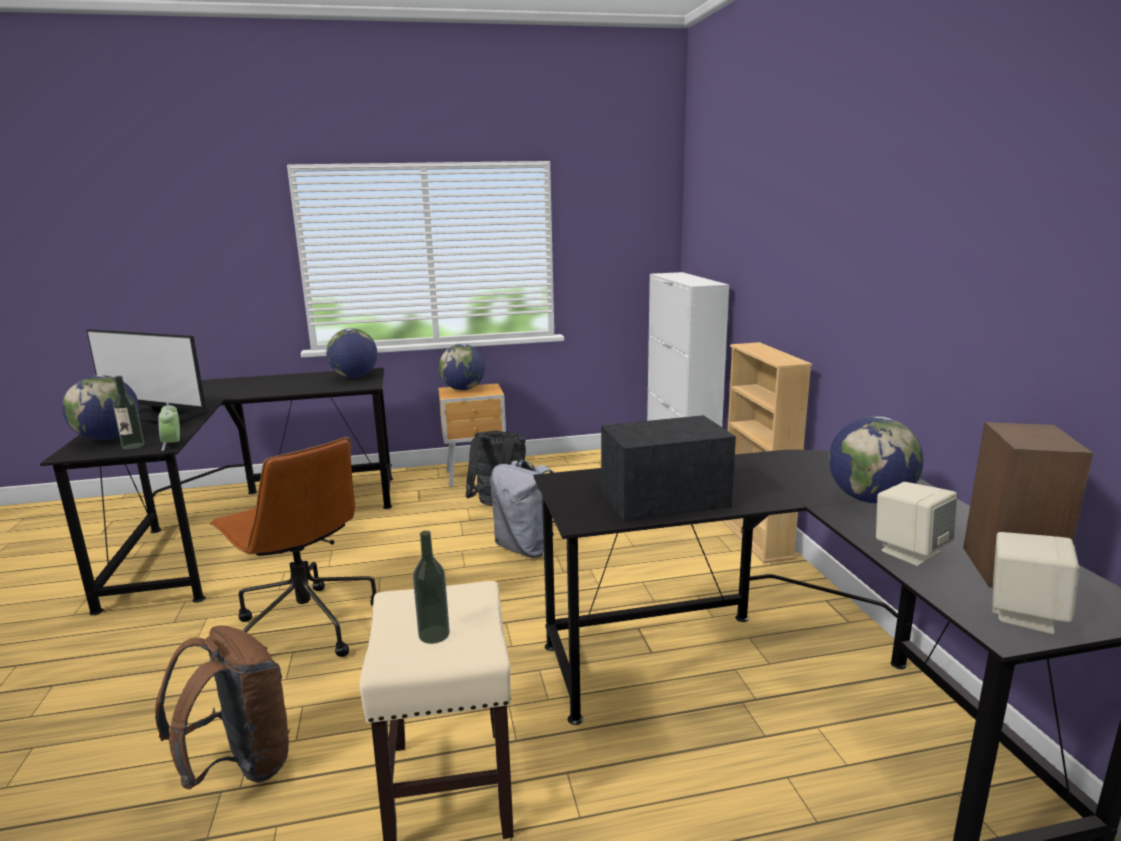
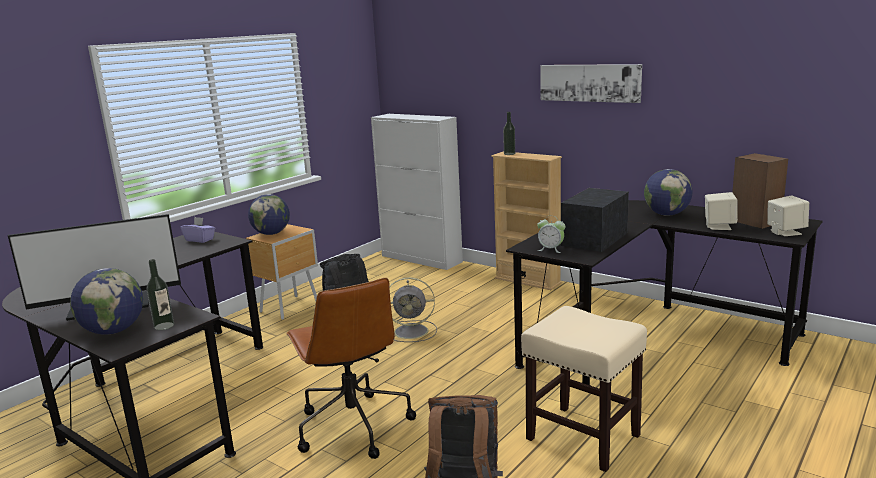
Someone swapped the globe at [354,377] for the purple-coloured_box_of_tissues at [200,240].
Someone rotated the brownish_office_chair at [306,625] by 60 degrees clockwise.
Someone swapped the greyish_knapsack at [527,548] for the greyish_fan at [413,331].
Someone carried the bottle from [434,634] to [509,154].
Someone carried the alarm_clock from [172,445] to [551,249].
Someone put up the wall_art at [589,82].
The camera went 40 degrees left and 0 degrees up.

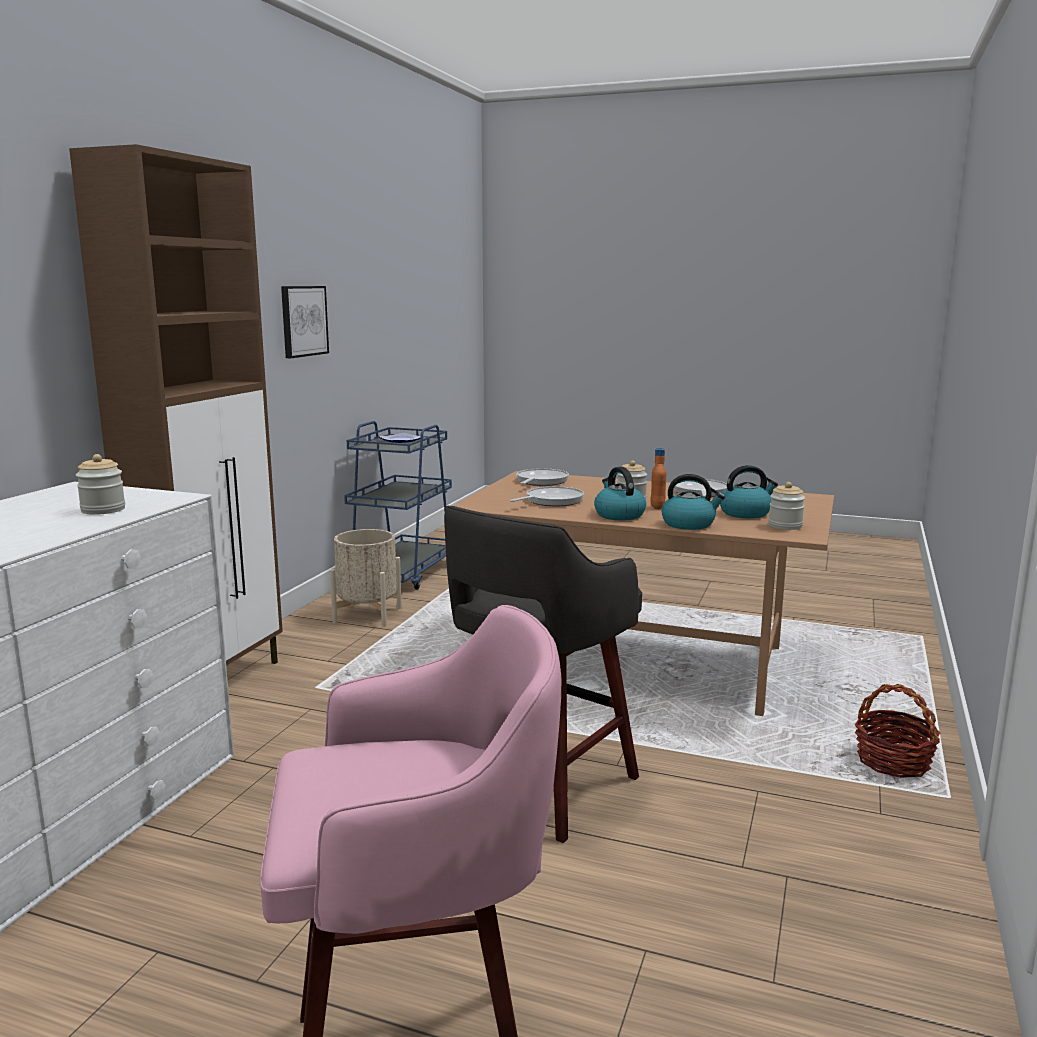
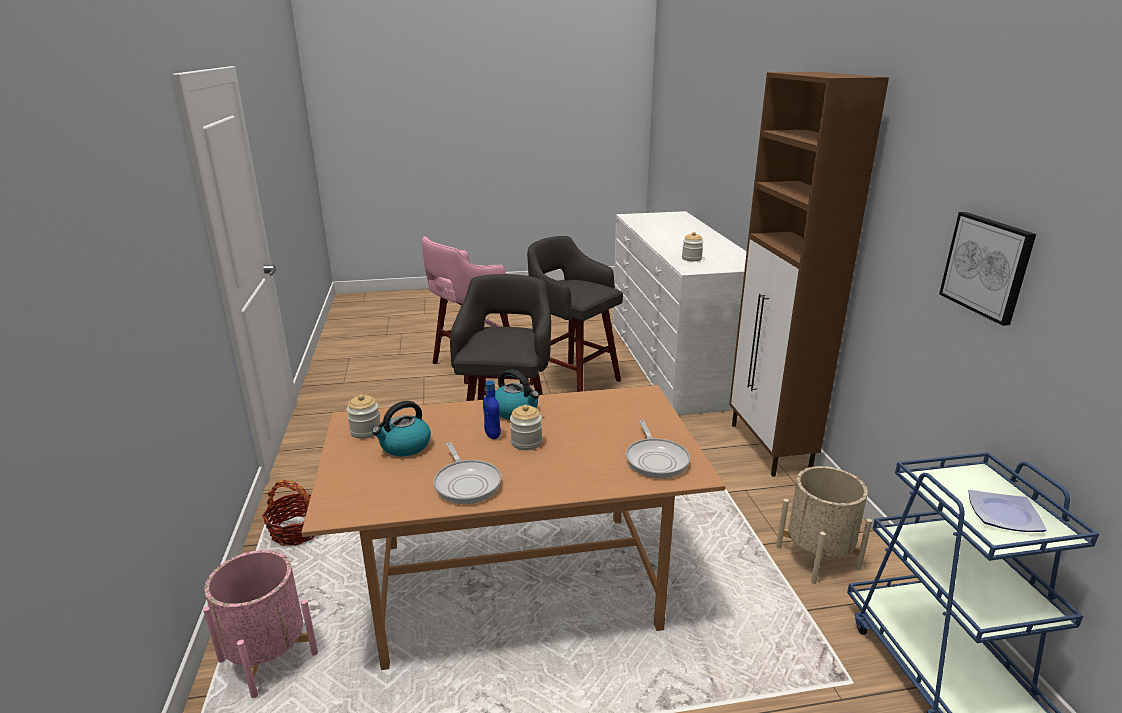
Someone put down the pinkish_planter at [268,657].
Someone repainted the orange_bottle at [657,507], which became the blue-coloured_bottle at [492,435].
Someone put down the greyish_stool at [572,381].
Someone took away the skillet at [551,501].
Someone took away the tea_kettle at [689,524].
The camera went 150 degrees right and 10 degrees up.

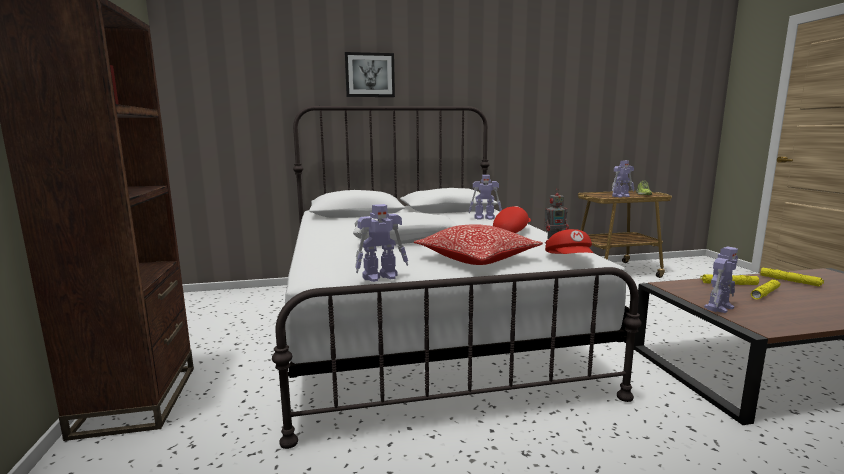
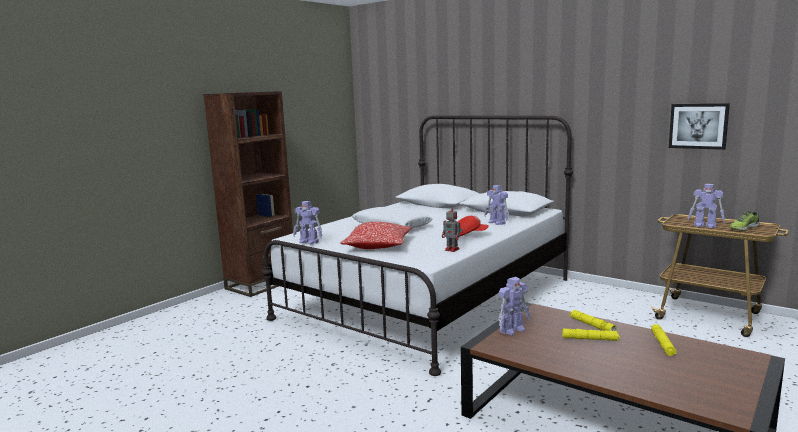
Someone rotated the toy_robot at [719,307] by 45 degrees counterclockwise.
Someone carried the wall_art from [370,75] to [698,126].
Someone took away the red_cap at [570,259].
The camera went 50 degrees right and 0 degrees up.

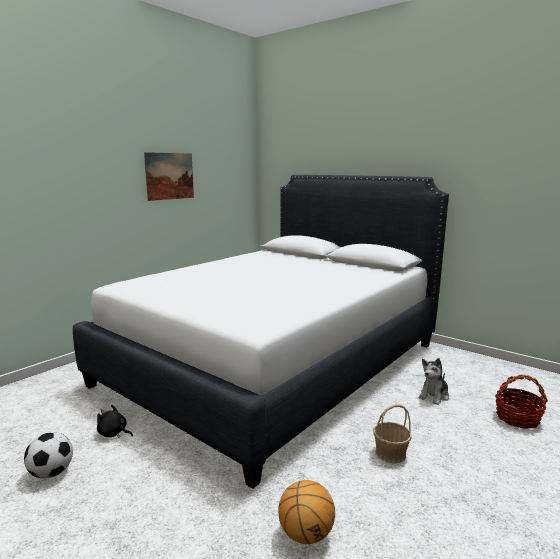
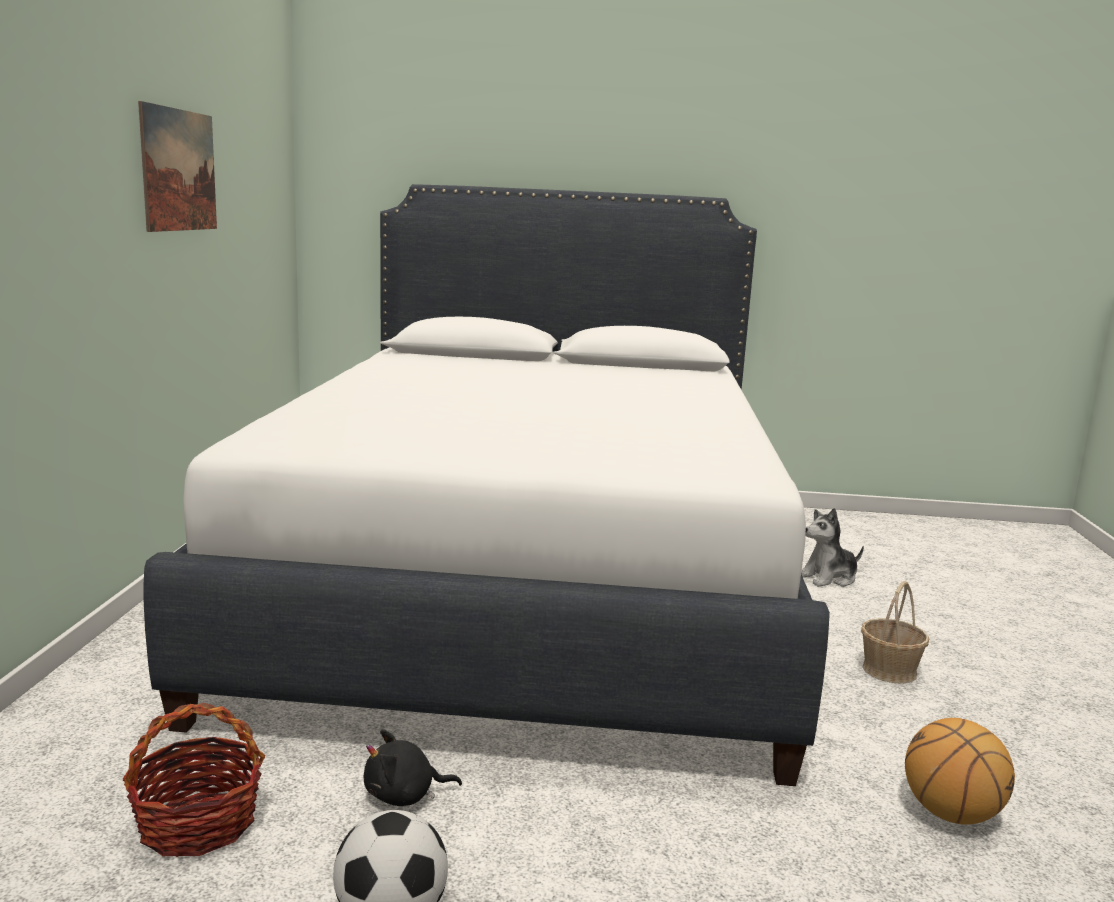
Someone carried the household_basket from [517,418] to [197,824].
Someone rotated the cuddly_toy at [434,396] by 60 degrees clockwise.
The camera went 35 degrees left and 0 degrees up.

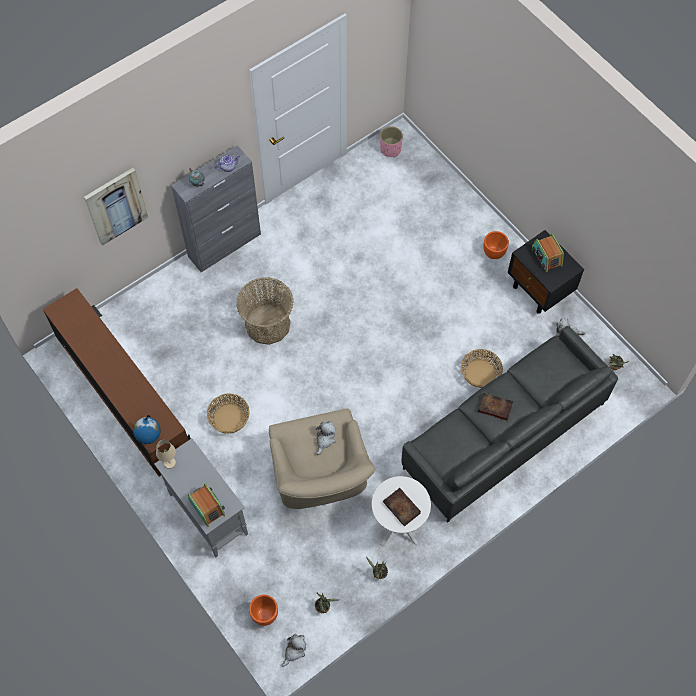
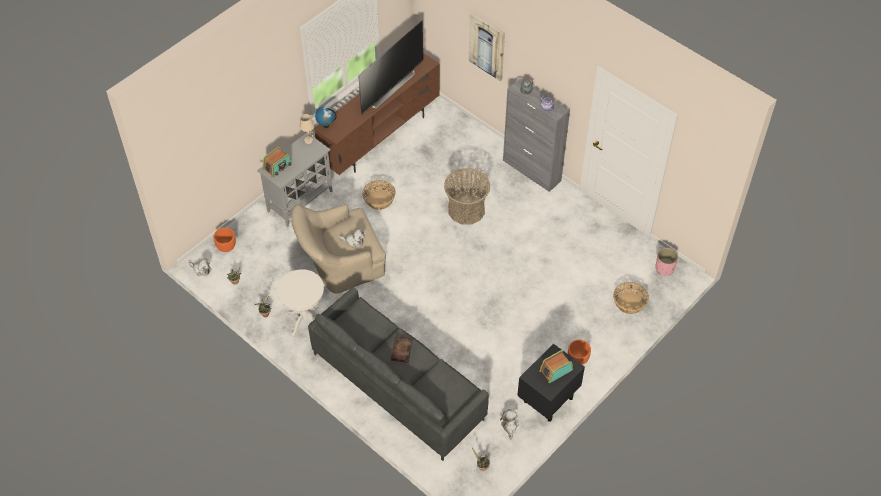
Someone put down the TV at [389,87].
Someone carried the household_basket from [480,374] to [629,303].
Someone took away the volume at [402,508].
The camera went 80 degrees right and 10 degrees down.

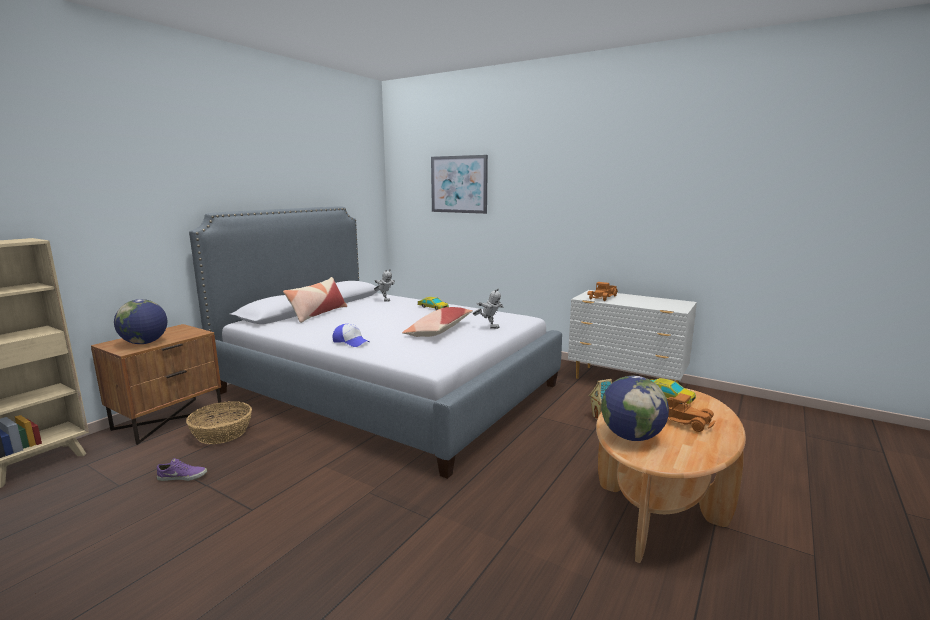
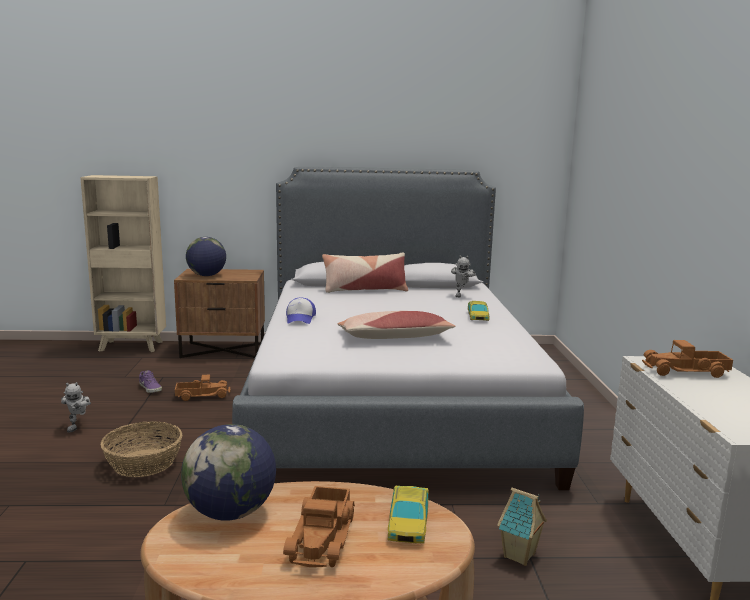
Someone carried the toy_robot from [488,327] to [79,426].
Someone carried the household_basket from [222,433] to [144,462].
Someone put down the model_truck at [202,395].
Someone took away the wall_art at [459,184].
The camera went 55 degrees right and 0 degrees up.

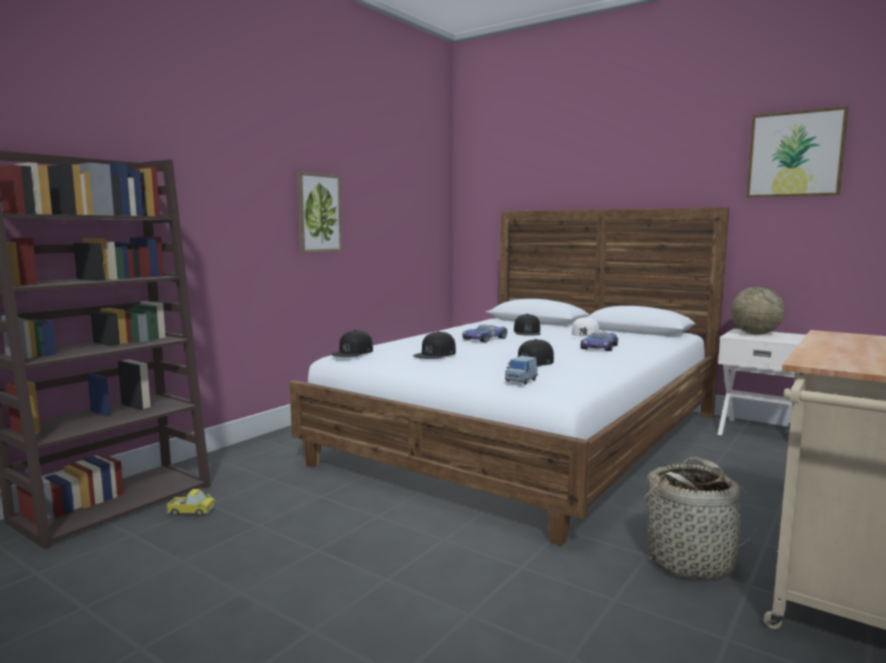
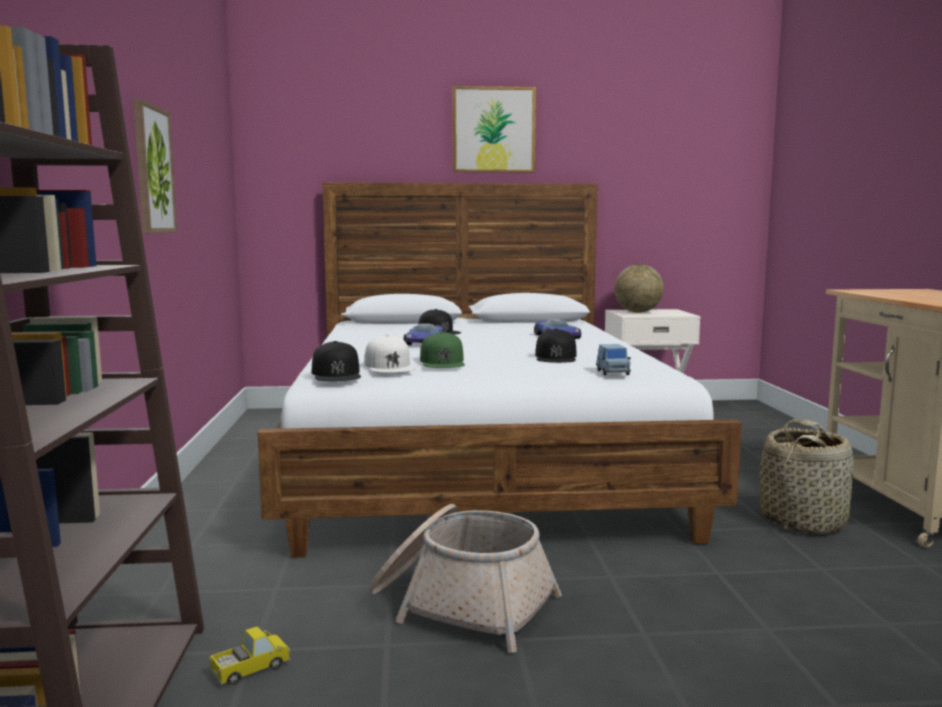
Someone carried the white_cap from [584,335] to [389,366].
Someone put down the household_basket at [461,604].
Someone repainted the black_cap at [435,354], which became the green-coloured_cap at [442,362].
Someone carried the wall_art from [795,154] to [493,130].
The camera went 40 degrees left and 0 degrees up.

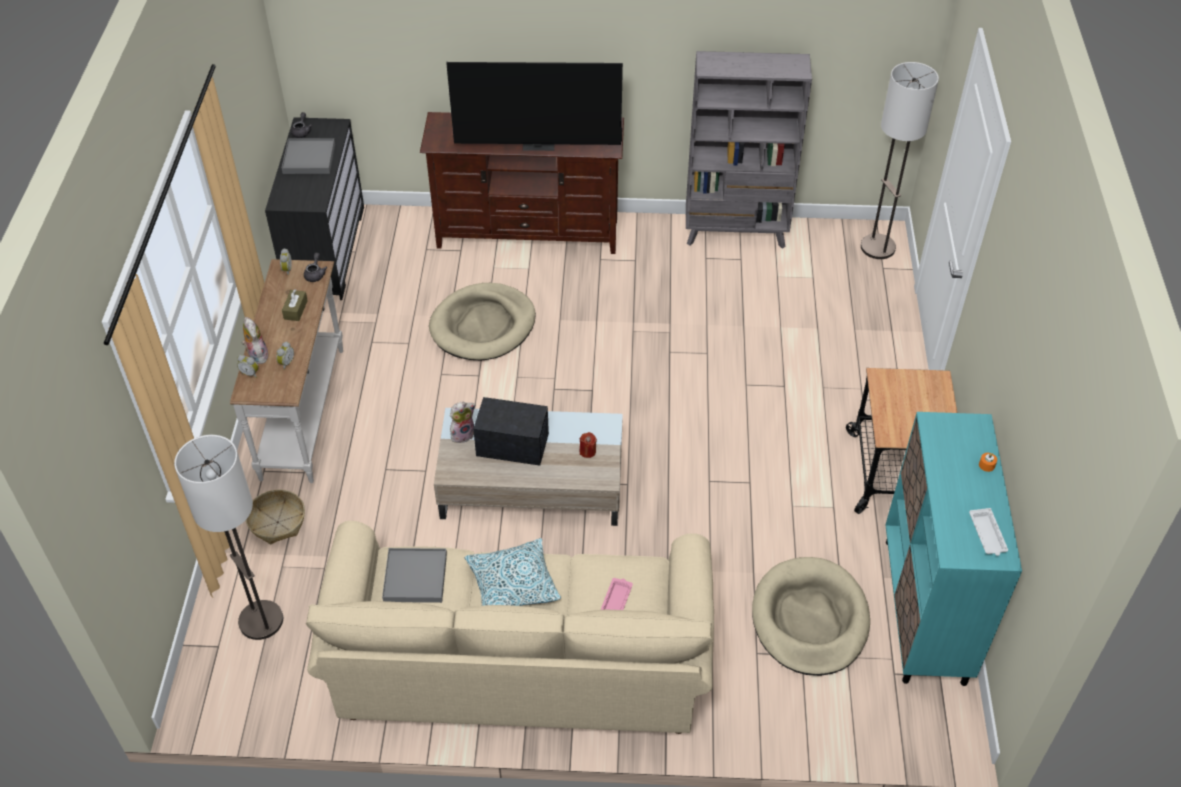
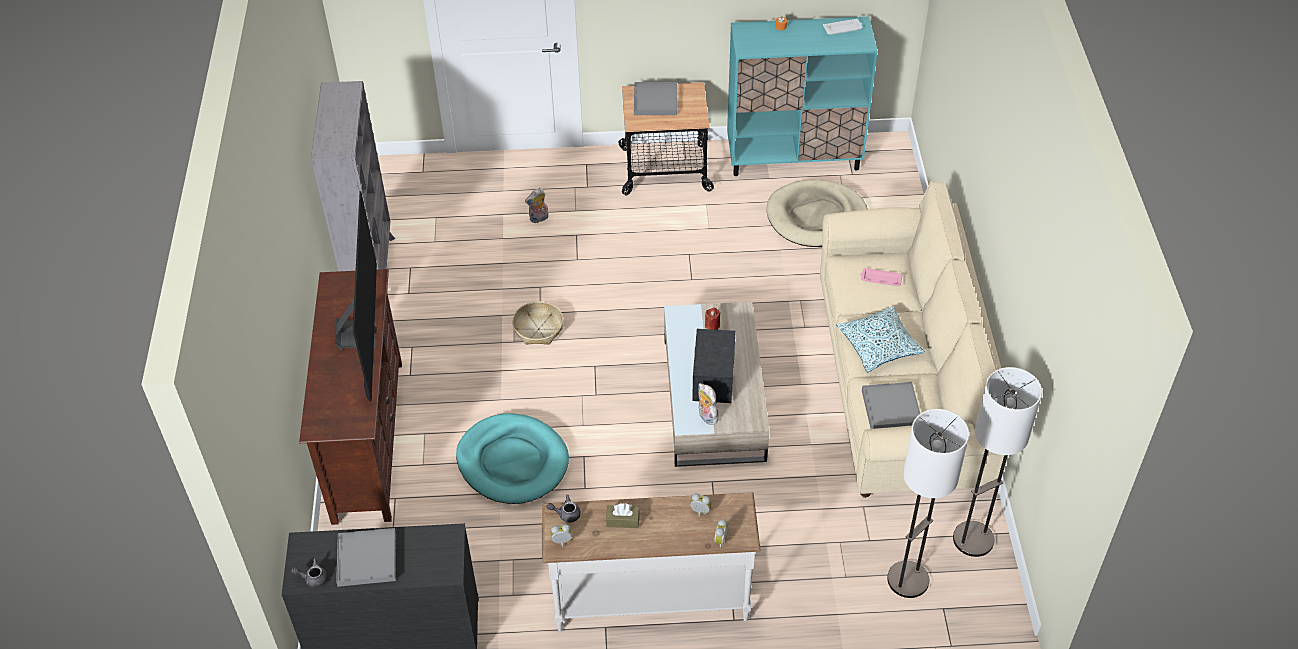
Someone repainted the sand-coloured_pet_bed at [483,325], which became the blue-green_pet_bed at [513,462].
Someone carried the household_basket from [277,522] to [538,329].
Someone carried the cuddly_toy from [256,355] to [539,219].
Someone put down the greyish_serving_tray at [655,101].
Someone carried the standing_lamp from [878,247] to [973,539].
The camera went 95 degrees left and 0 degrees up.

